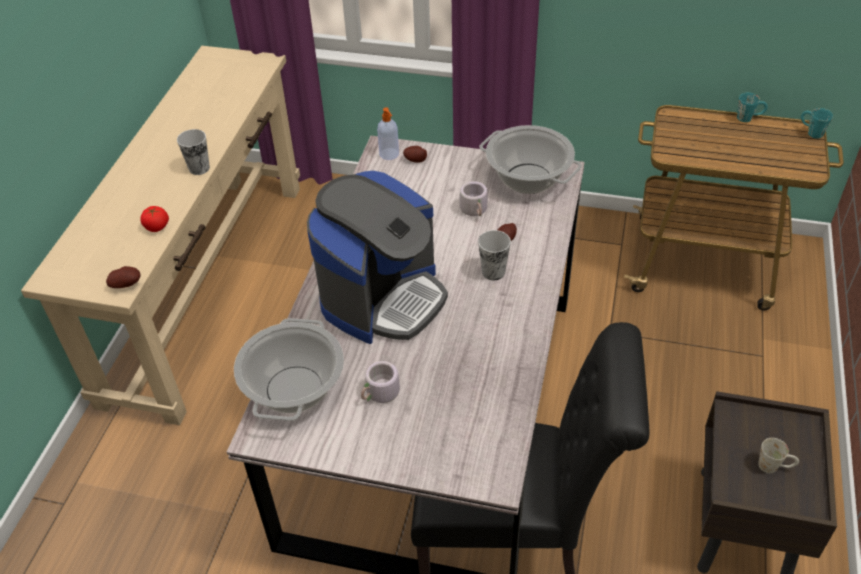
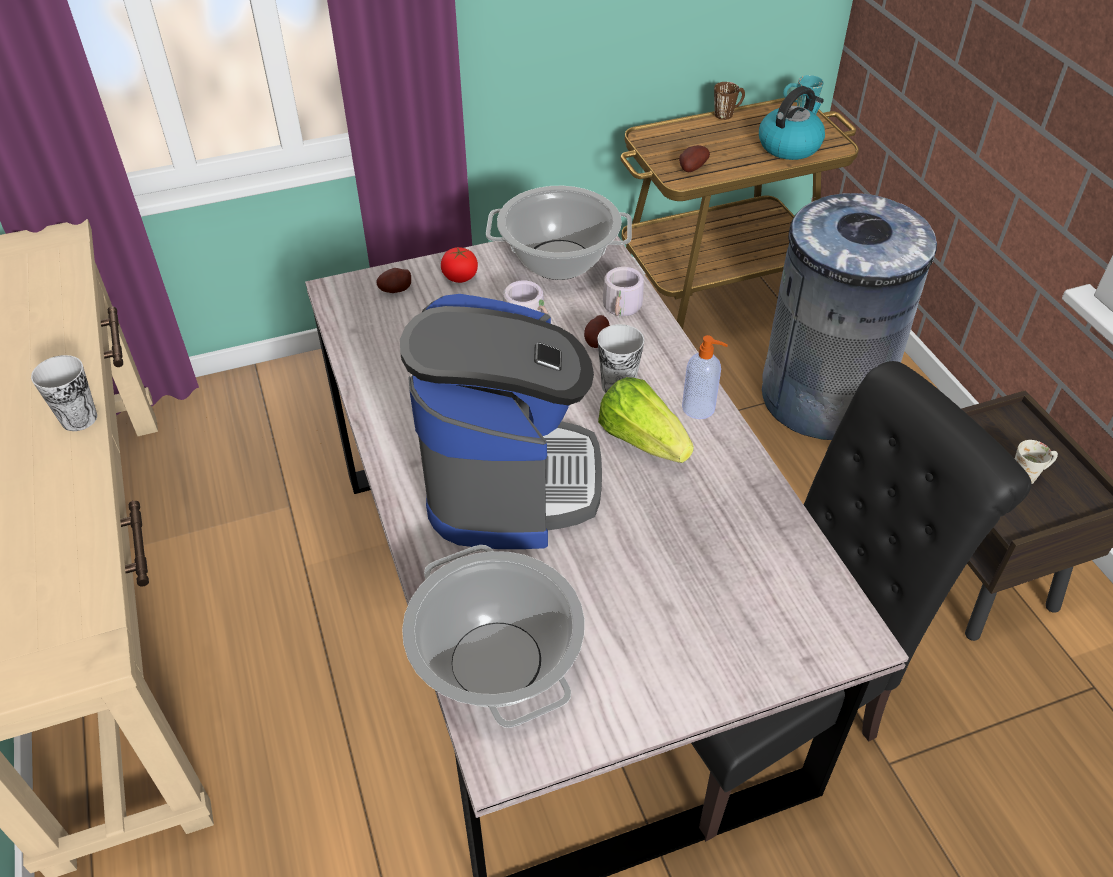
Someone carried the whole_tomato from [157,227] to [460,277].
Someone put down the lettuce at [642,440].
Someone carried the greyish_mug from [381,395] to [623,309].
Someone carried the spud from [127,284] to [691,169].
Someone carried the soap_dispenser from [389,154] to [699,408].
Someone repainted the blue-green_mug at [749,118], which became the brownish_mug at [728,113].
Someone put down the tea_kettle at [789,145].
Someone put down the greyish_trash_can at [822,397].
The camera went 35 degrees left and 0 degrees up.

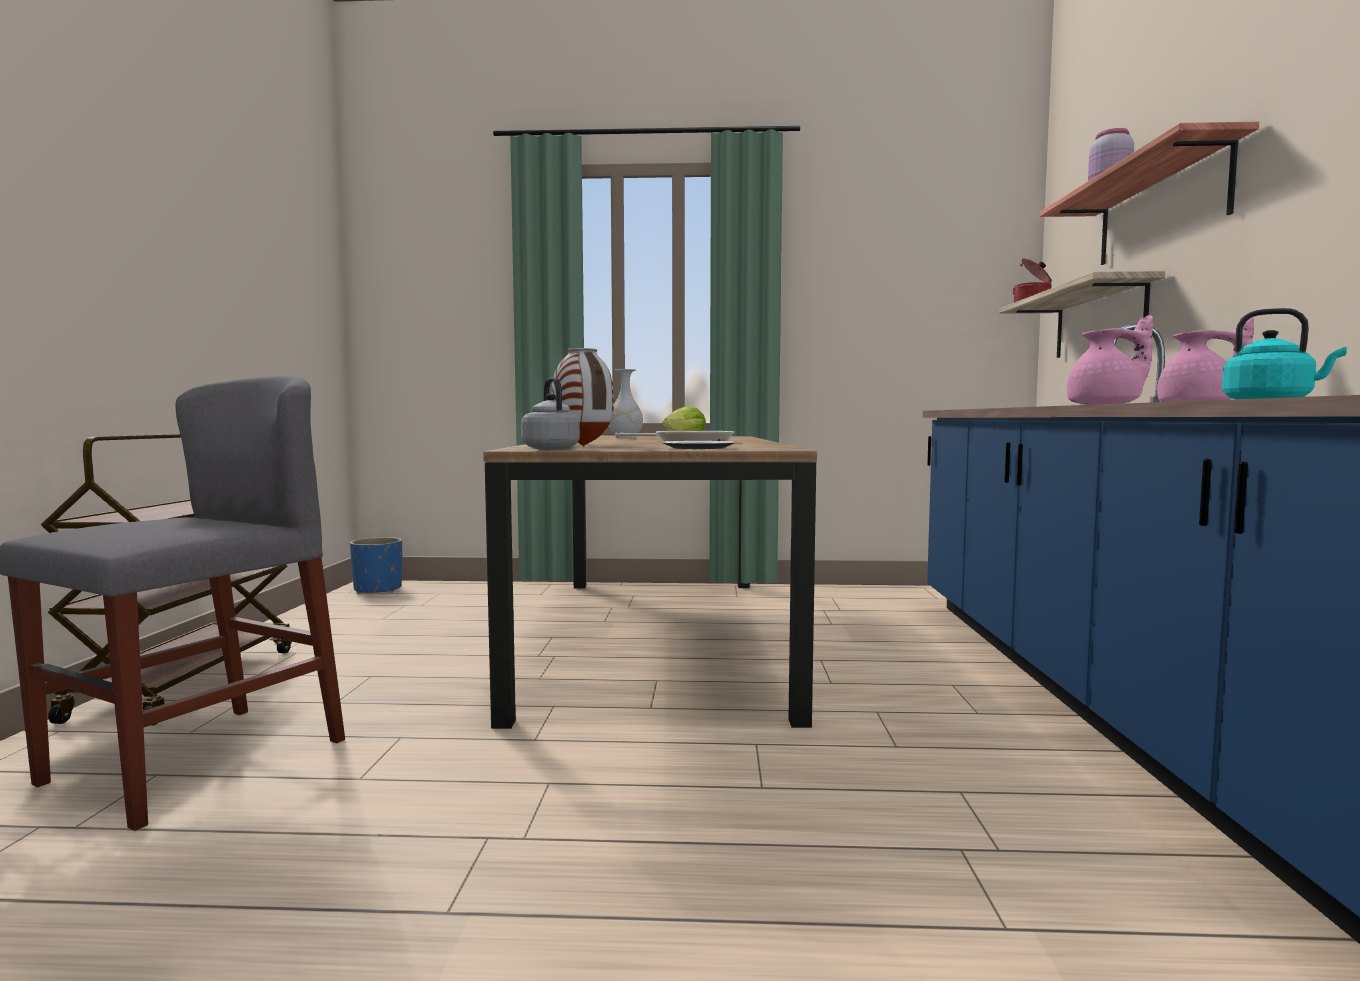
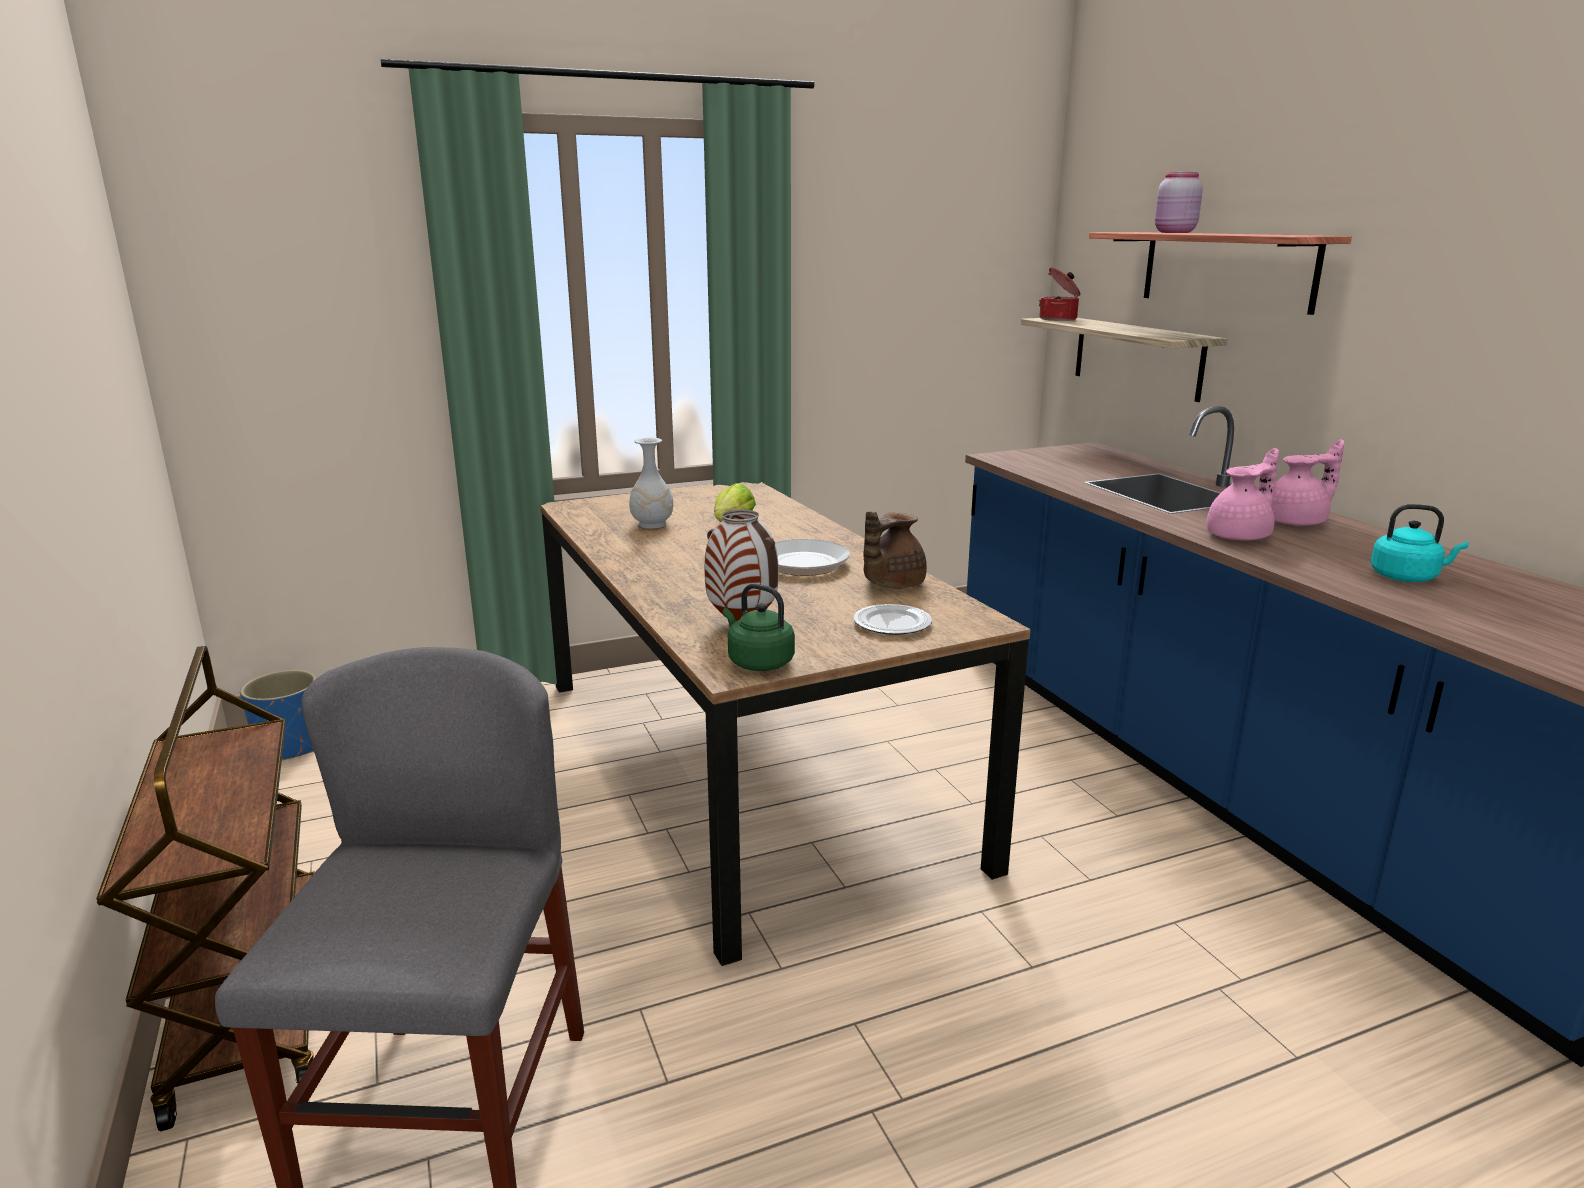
Someone repainted the greyish_tea_kettle at [549,449], which became the green-coloured_tea_kettle at [758,662].
Someone put down the brownish_tea_pot at [891,584].
The camera went 25 degrees left and 15 degrees up.

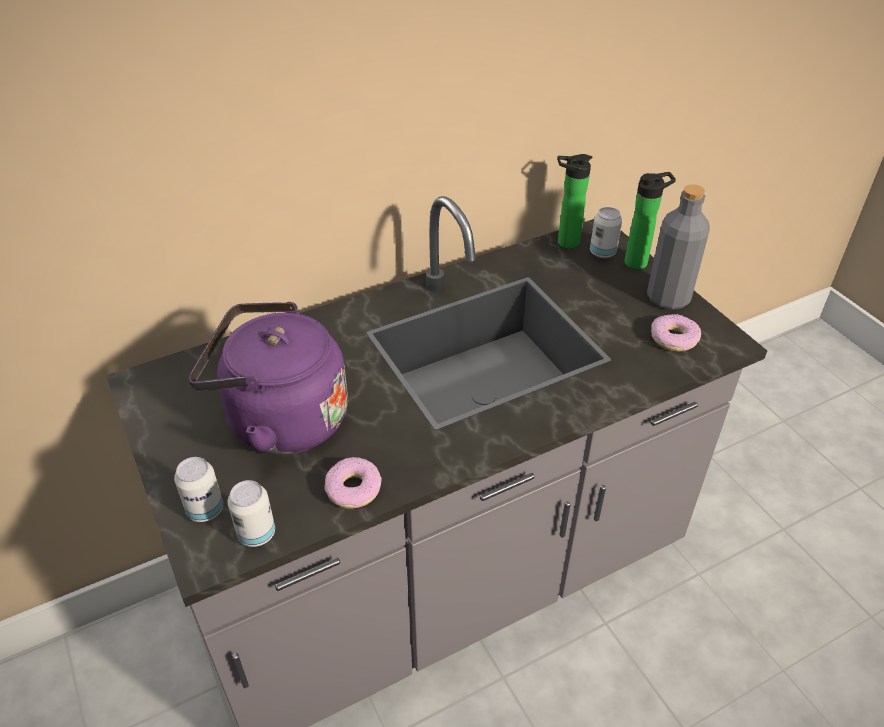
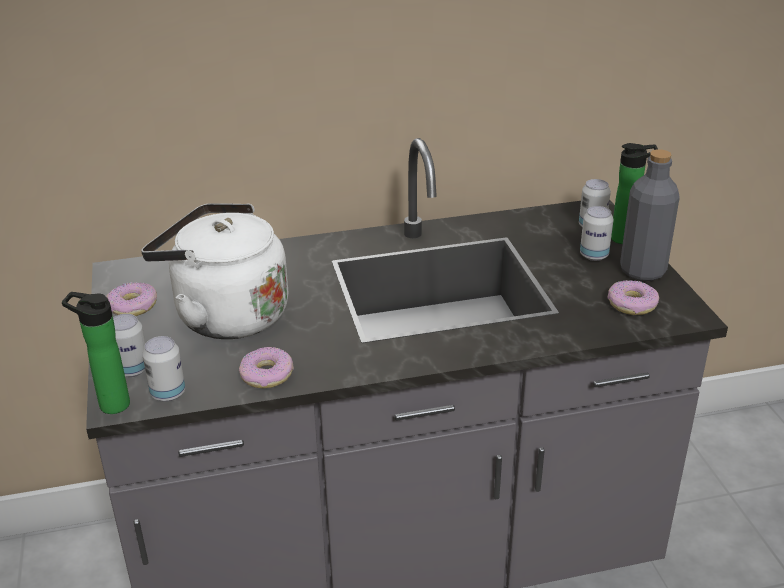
Someone carried the bottle from [564,243] to [110,404].
Someone put down the doughnut at [133,306].
Someone repainted the purple-coloured_tea_kettle at [280,420], which became the white_tea_kettle at [225,315].
Someone put down the sealed_can at [594,255].
The camera went 15 degrees right and 10 degrees down.

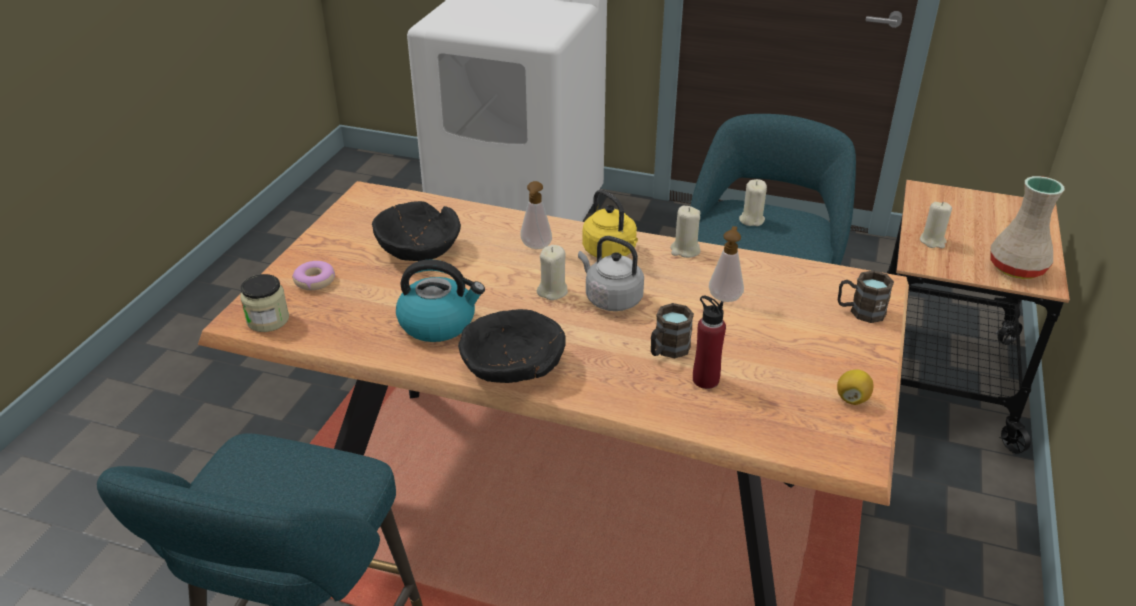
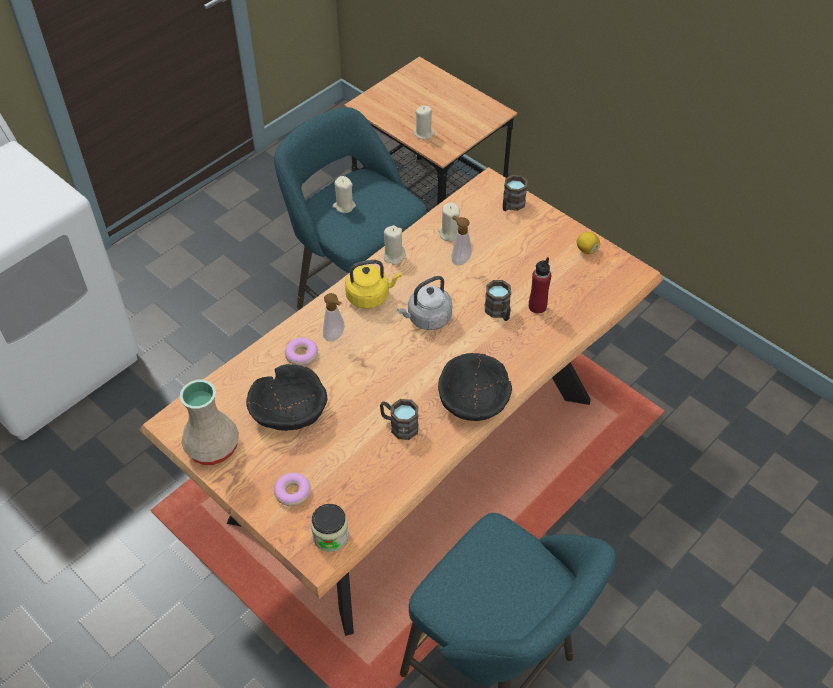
Someone carried the sand-coloured_vase from [1015,267] to [211,447].
Someone put down the doughnut at [301,355].
Someone swapped the tea_kettle at [439,323] for the brownish_mug at [399,426].
Someone carried the sand-coloured_wax_candle from [552,291] to [449,233].
The camera went 65 degrees left and 15 degrees up.

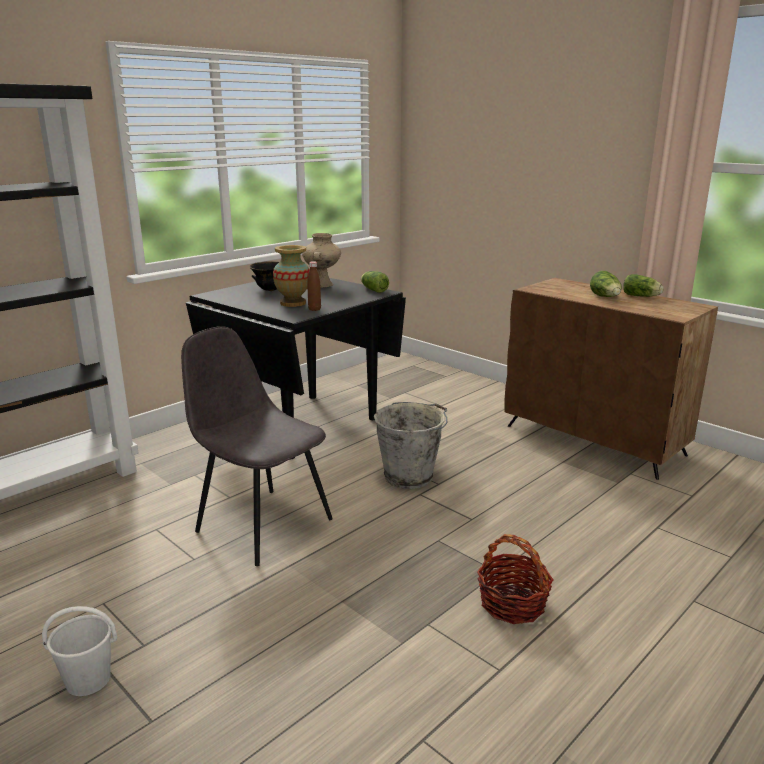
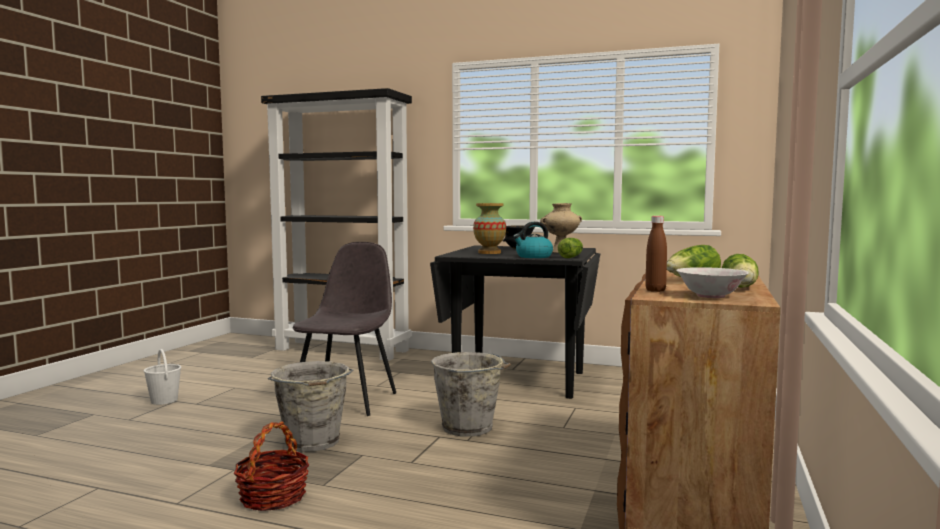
Someone put down the greyish_pail at [312,442].
Someone put down the tea_kettle at [533,257].
Someone carried the brownish_bottle from [314,309] to [655,290].
Someone put down the white_bowl at [710,296].
The camera went 65 degrees right and 15 degrees down.

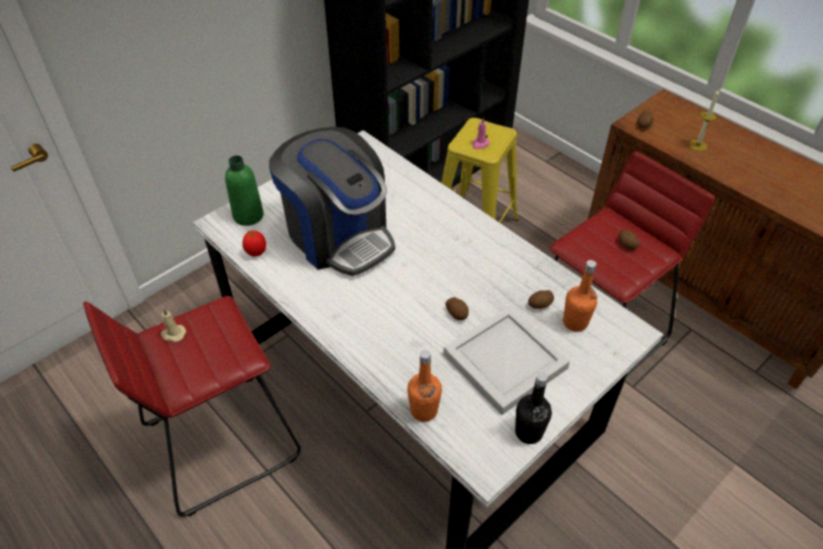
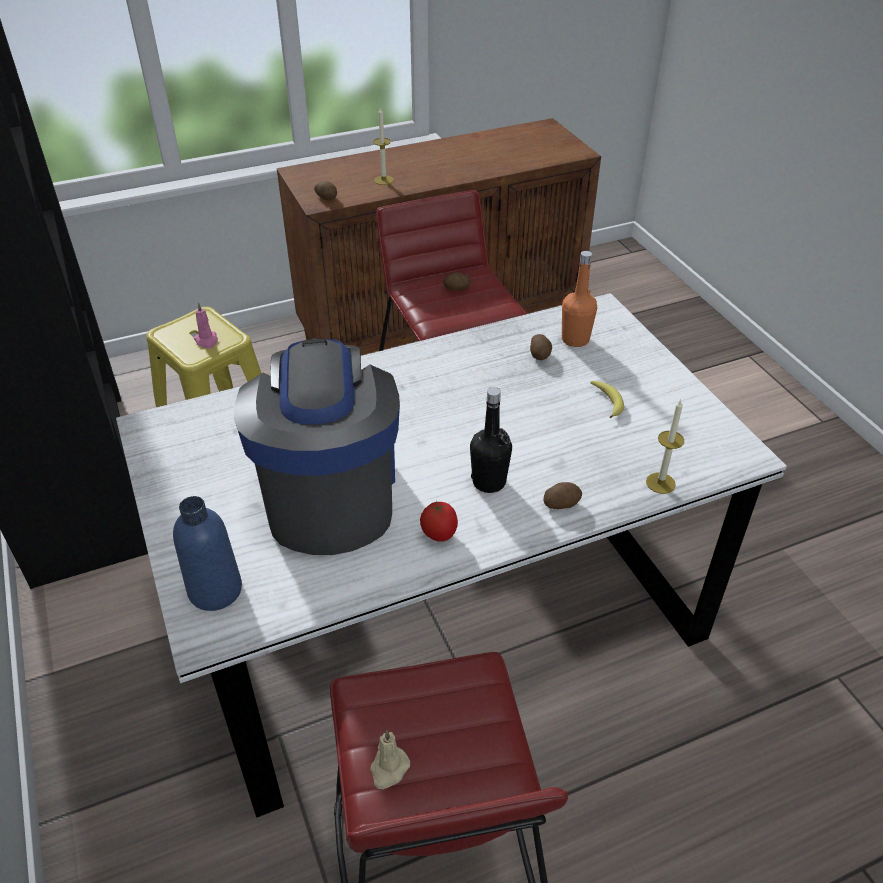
Someone repainted the green-coloured_bottle at [248,215], which became the blue-coloured_bottle at [215,590].
Someone rotated the coffee_maker at [338,235] by 75 degrees counterclockwise.
Someone carried the whole_tomato from [256,253] to [439,535].
Someone carried the black_bottle from [528,432] to [489,482].
Someone carried the spud from [457,313] to [561,503].
Someone swapped the white_serving_tray at [505,359] for the whole_banana at [608,401].
Someone swapped the orange_bottle at [424,410] for the wax_candle at [660,483].
The camera went 70 degrees left and 5 degrees down.

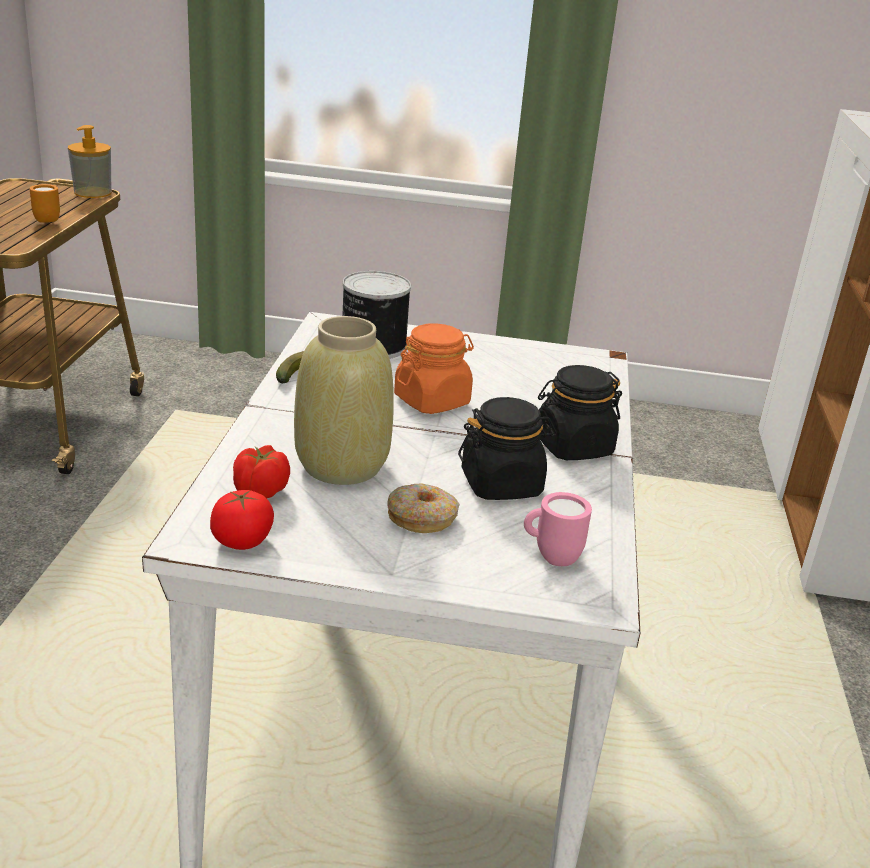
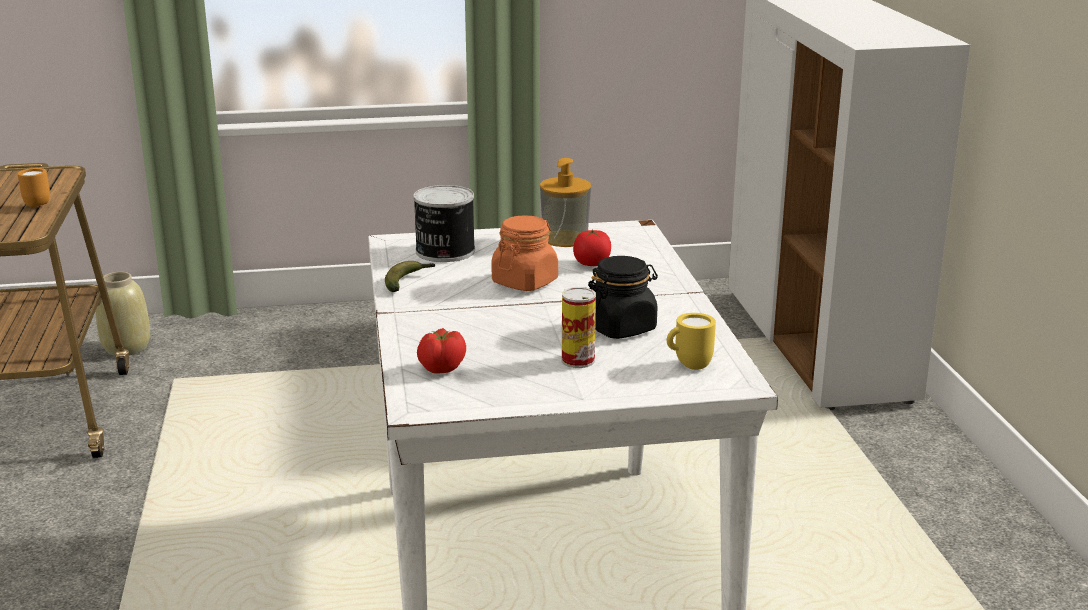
Someone carried the sand-coloured_vase from [341,465] to [126,348].
Someone carried the soap_dispenser from [93,192] to [565,239].
Someone swapped the doughnut at [422,518] for the sealed_can at [578,360].
Someone carried the whole_tomato from [242,541] to [592,263].
Someone repainted the pinkish_mug at [550,557], which became the yellowish_mug at [688,366].
Someone took away the black_preserve_jar at [573,447].
The camera went 15 degrees left and 5 degrees down.

